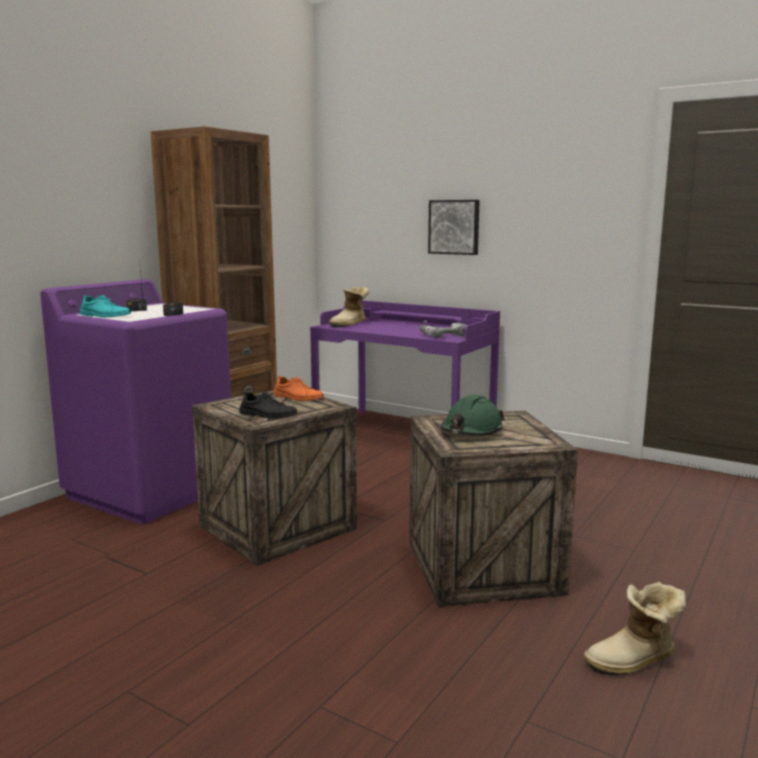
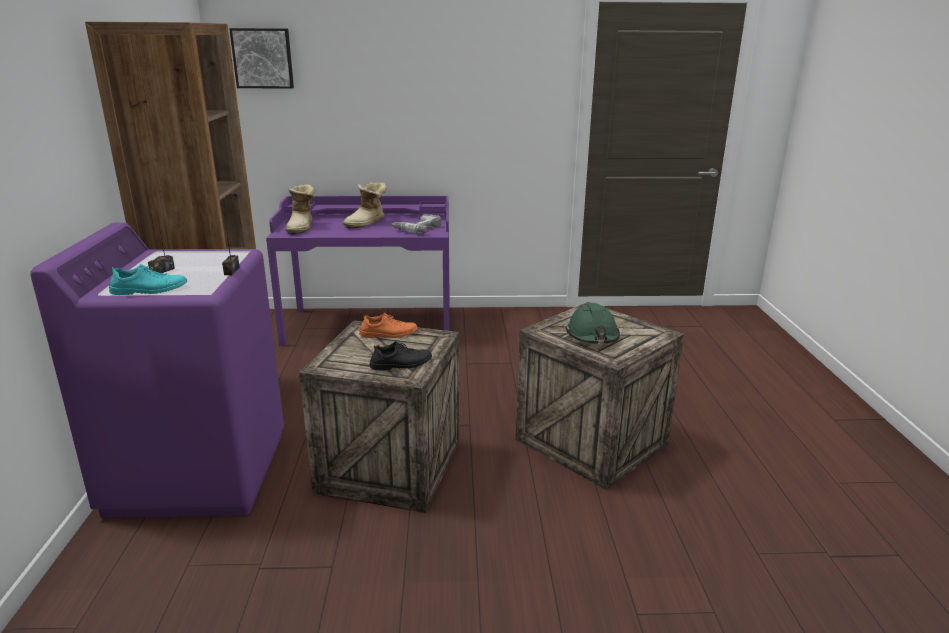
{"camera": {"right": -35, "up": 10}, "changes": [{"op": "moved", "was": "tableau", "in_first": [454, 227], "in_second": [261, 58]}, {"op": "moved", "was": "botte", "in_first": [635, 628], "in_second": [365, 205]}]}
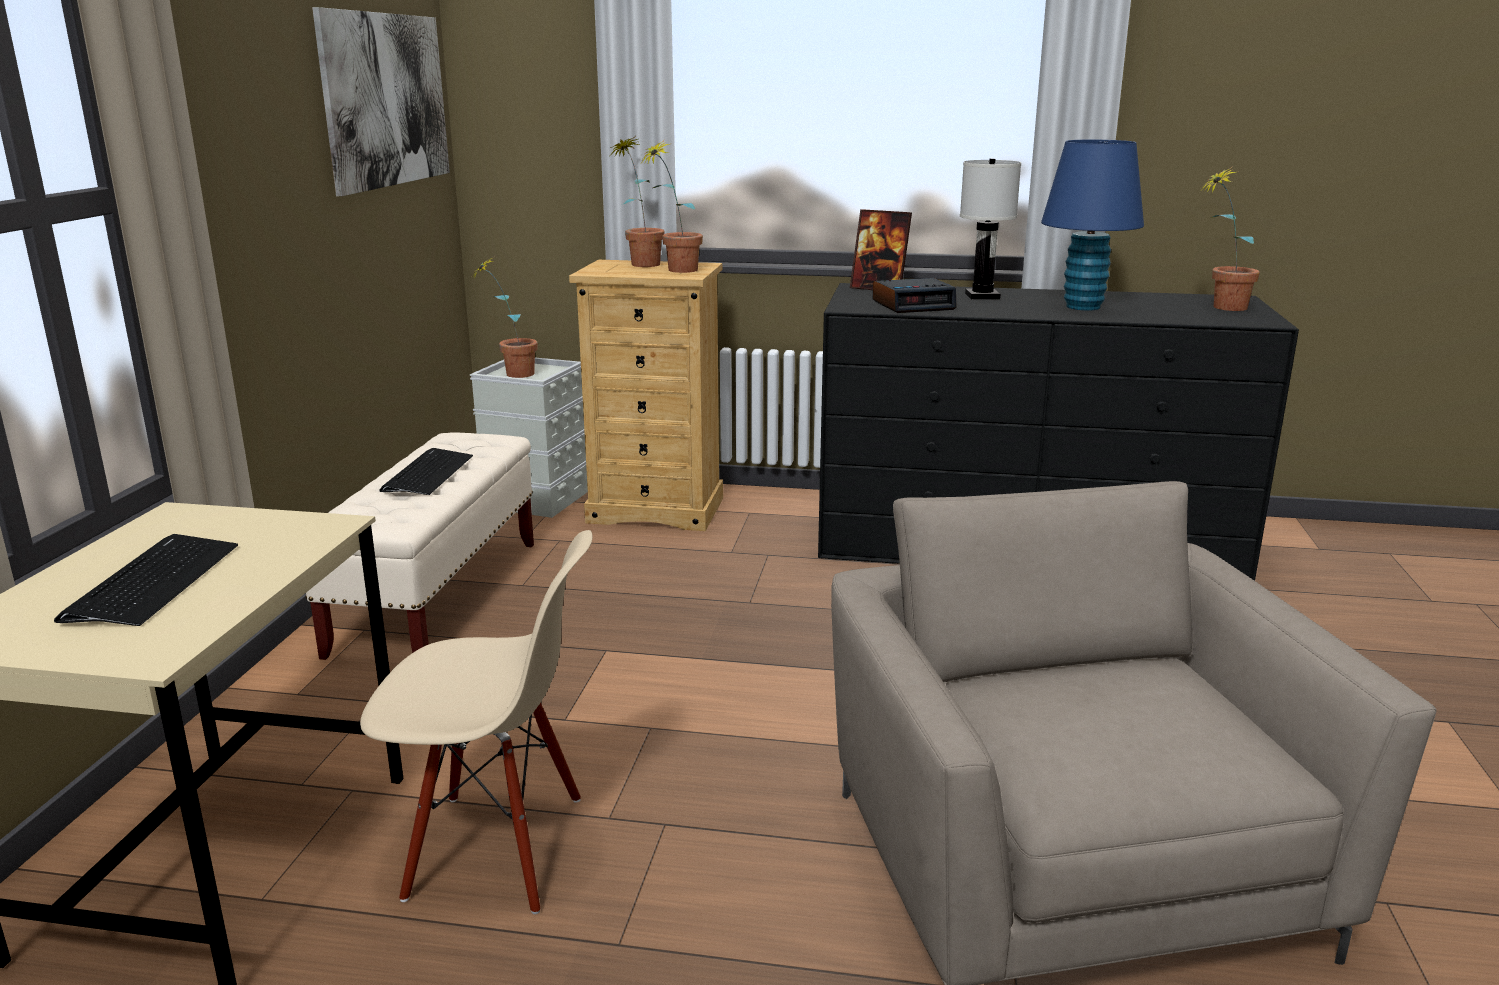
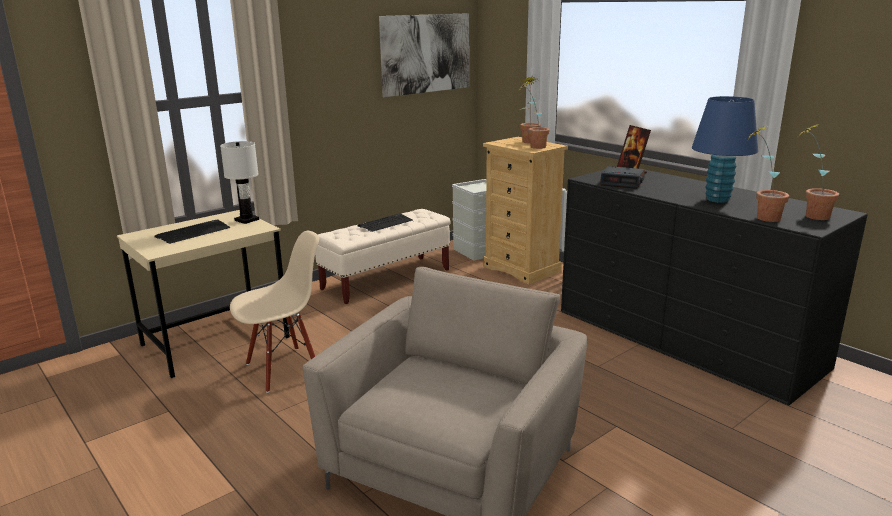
{"camera": {"right": 40, "up": 0}, "changes": [{"op": "moved", "was": "lampe de table/blanc", "in_first": [990, 228], "in_second": [239, 182]}, {"op": "turned", "was": "chaise/beige", "in_first": [476, 722], "in_second": [274, 312], "clockwise": -75}, {"op": "moved", "was": "plante en pot", "in_first": [504, 317], "in_second": [769, 174]}]}
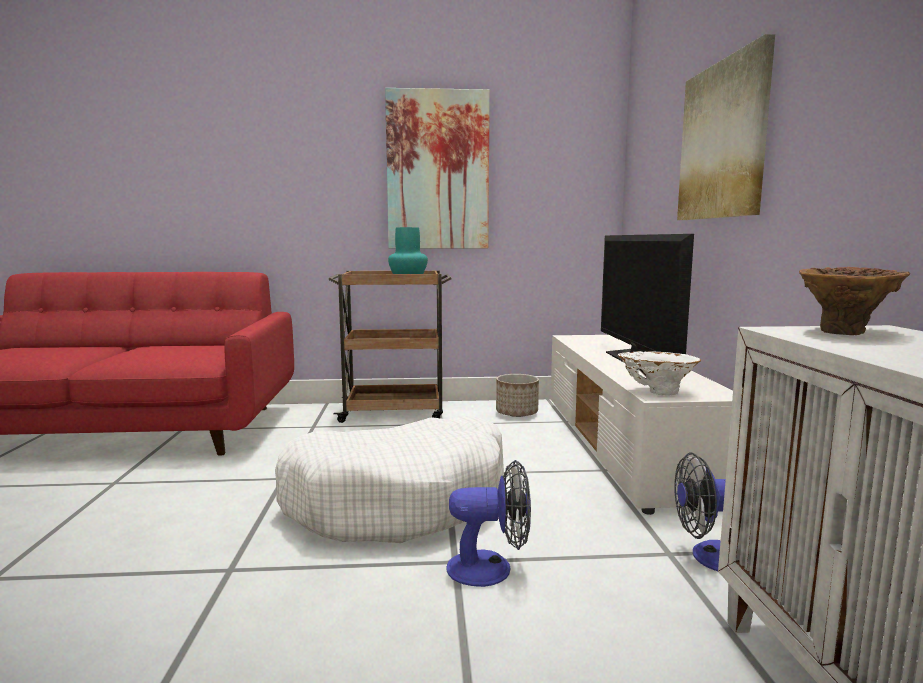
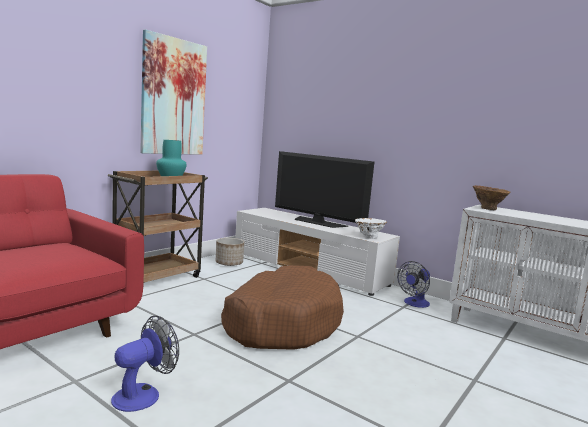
{"camera": {"right": -50, "up": 0}, "changes": [{"op": "moved", "was": "ventilateur", "in_first": [489, 523], "in_second": [145, 363]}, {"op": "recoloured", "was": "panier pour chien/blanc", "now": "panier pour chien/marron", "in_first": [389, 479], "in_second": [282, 307]}, {"op": "removed", "was": "tableau", "in_first": [726, 127]}]}
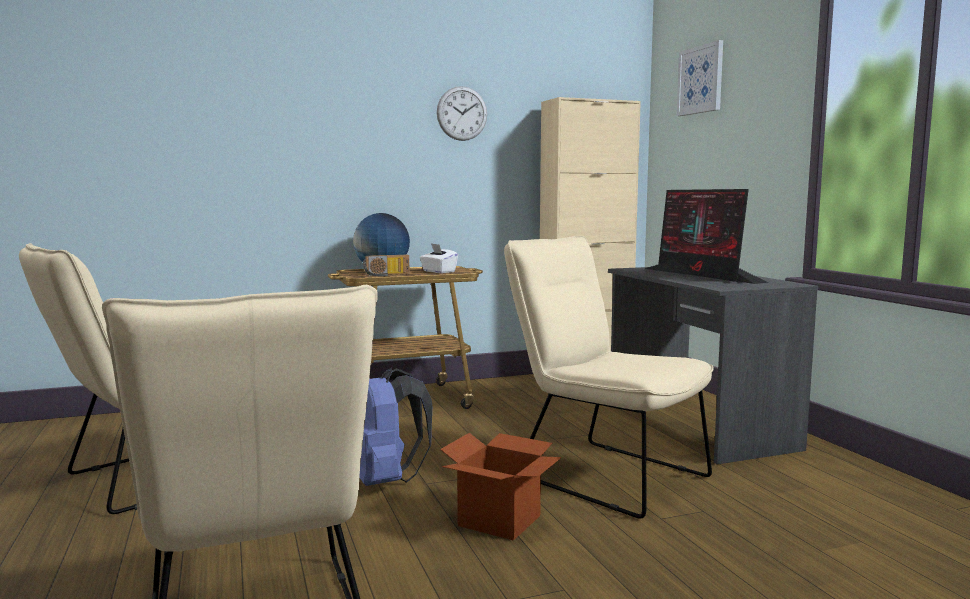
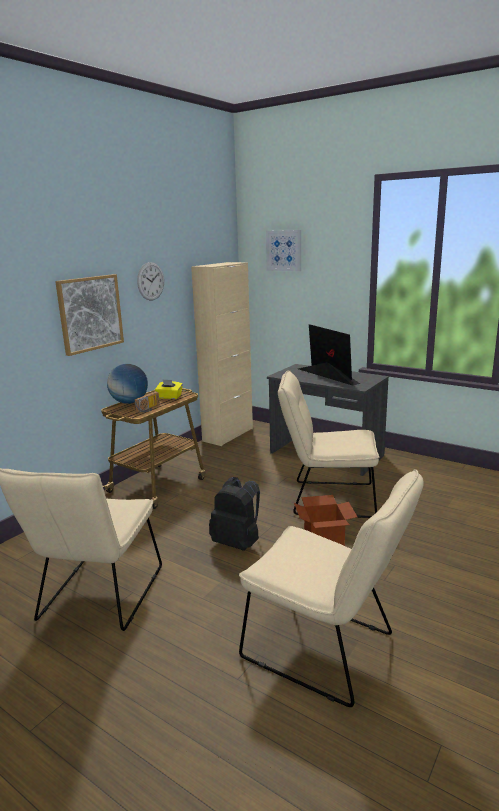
{"camera": {"right": -35, "up": 10}, "changes": [{"op": "added", "now": "tableau", "in_second": [89, 315]}, {"op": "recoloured", "was": "boîte à mouchoirs/blanc", "now": "boîte à mouchoirs/jaune", "in_first": [439, 258], "in_second": [169, 389]}, {"op": "recoloured", "was": "sac à dos/bleu", "now": "sac à dos/noir", "in_first": [395, 427], "in_second": [234, 514]}, {"op": "turned", "was": "écran d'ordinateur", "in_first": [706, 236], "in_second": [329, 355], "clockwise": -150}]}
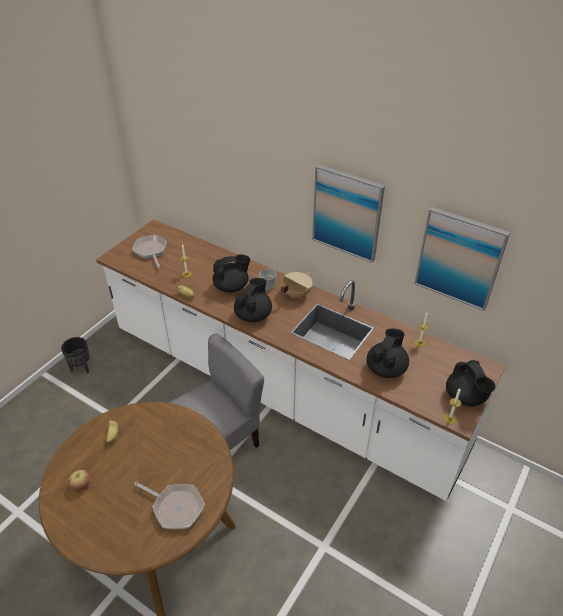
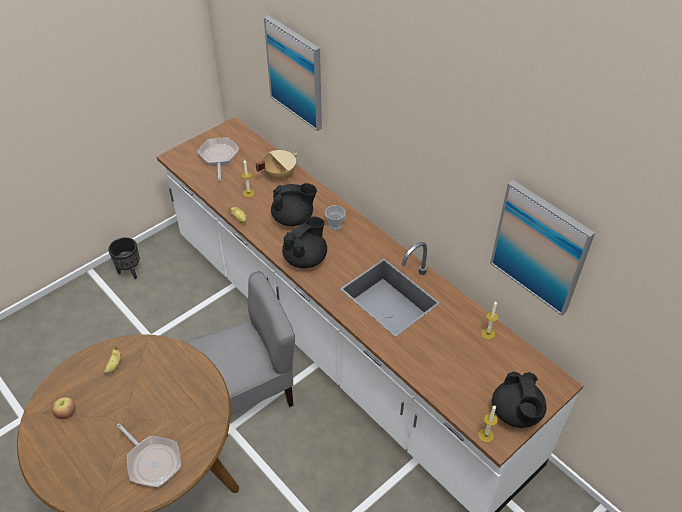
{"camera": {"right": 15, "up": 5}, "changes": [{"op": "moved", "was": "marmite/beige", "in_first": [297, 285], "in_second": [276, 164]}, {"op": "moved", "was": "tableau", "in_first": [348, 213], "in_second": [293, 73]}, {"op": "removed", "was": "théière/noir", "in_first": [387, 353]}]}
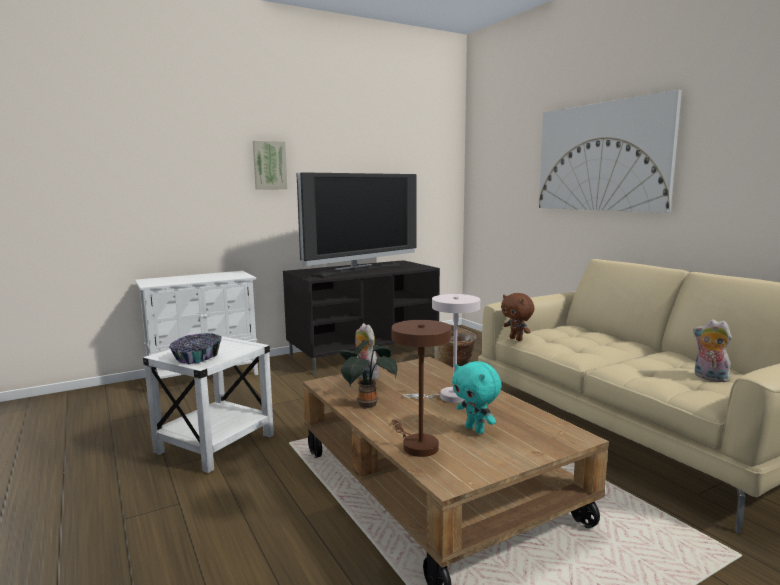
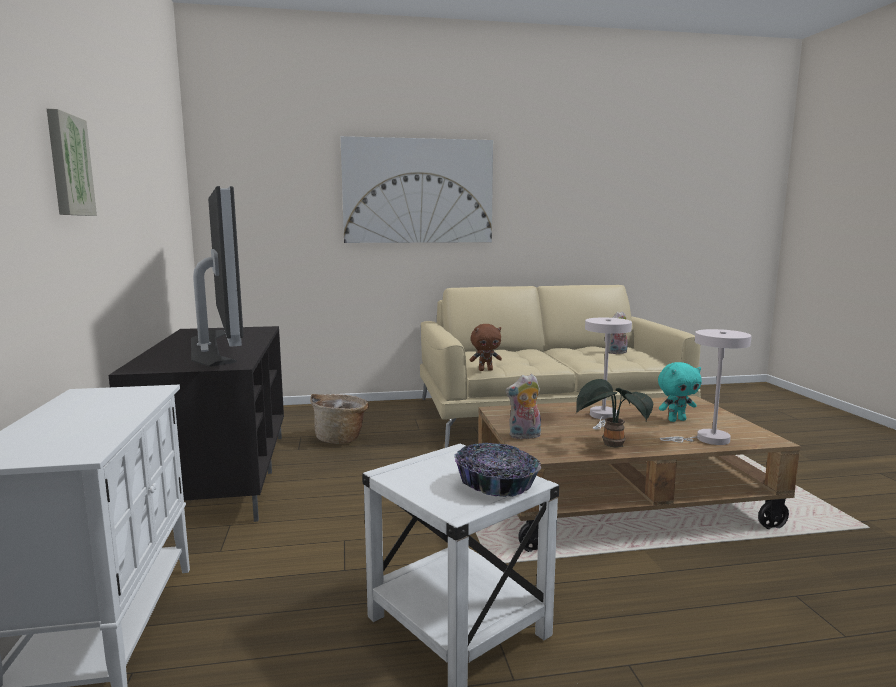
{"camera": {"right": -70, "up": 0}, "changes": [{"op": "recoloured", "was": "lampe de table/marron", "now": "lampe de table/blanc", "in_first": [421, 388], "in_second": [705, 387]}]}
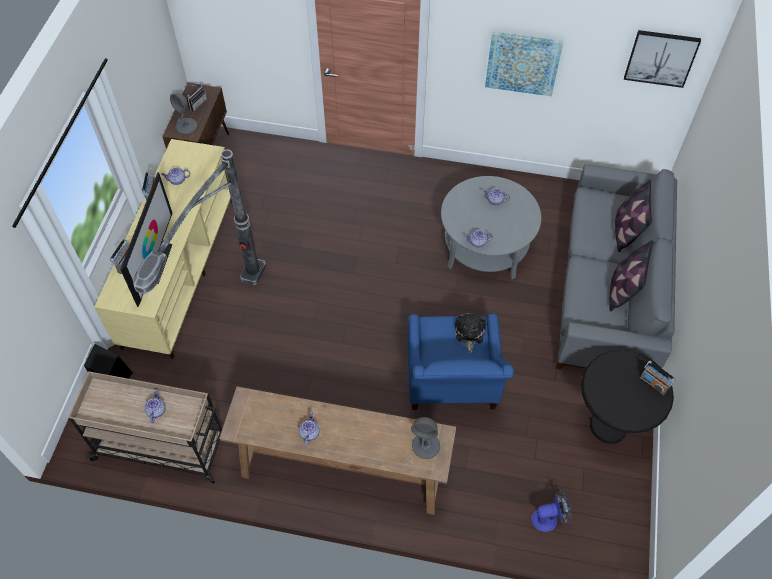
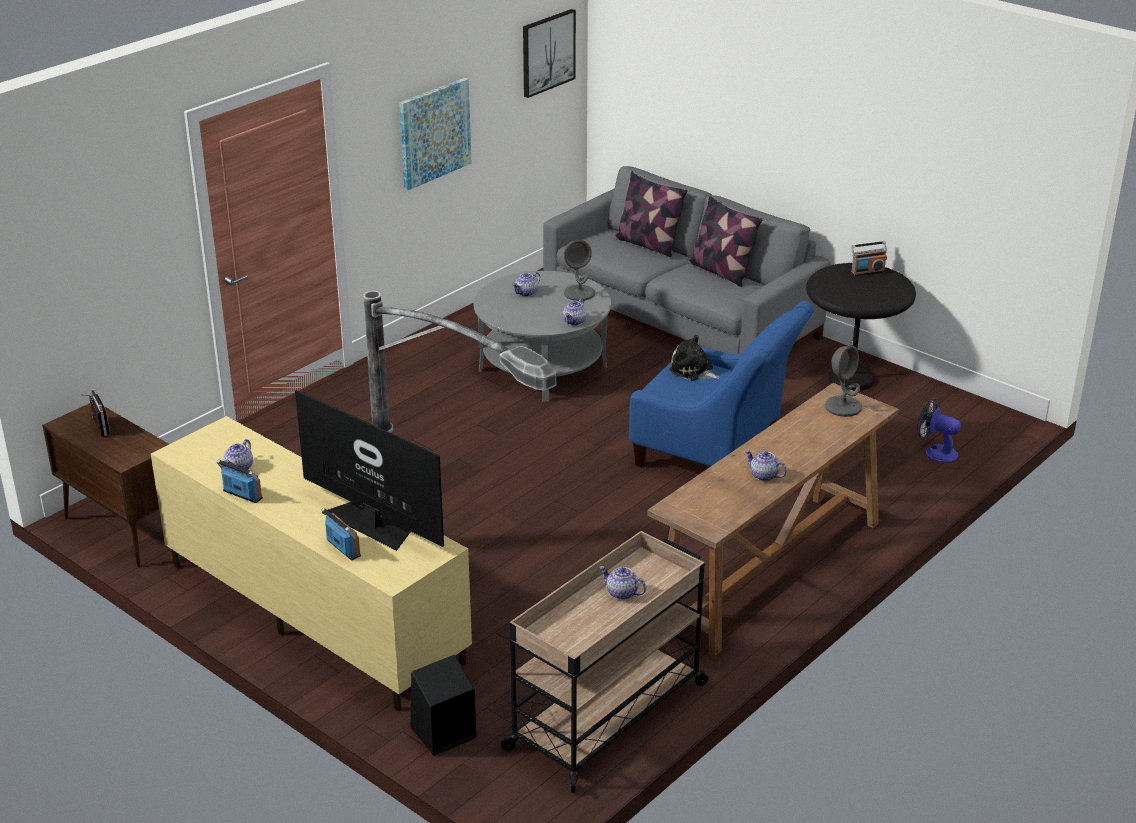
{"camera": {"right": -60, "up": -25}, "changes": [{"op": "moved", "was": "lampe de table/gris", "in_first": [183, 114], "in_second": [579, 270]}, {"op": "turned", "was": "ventilateur", "in_first": [552, 511], "in_second": [939, 430], "clockwise": -75}]}
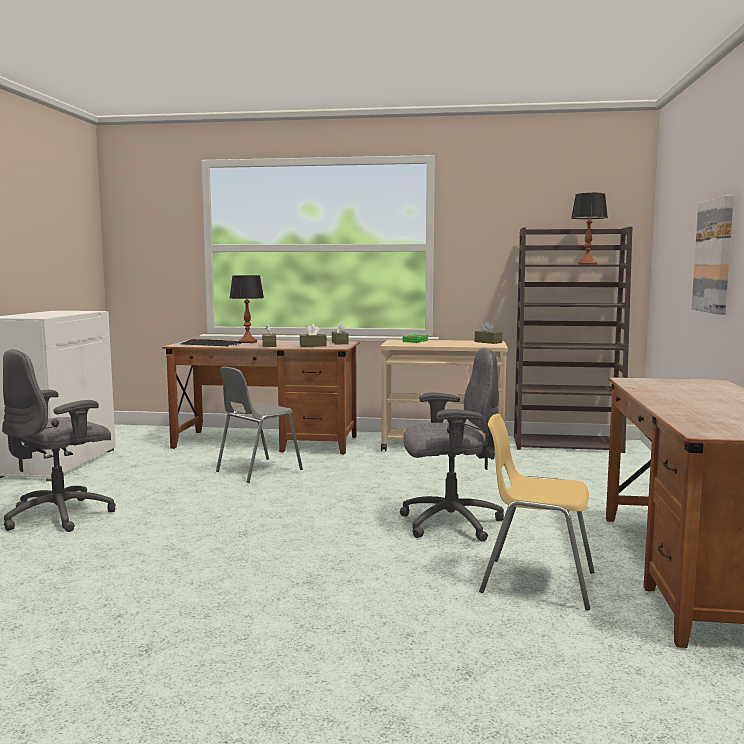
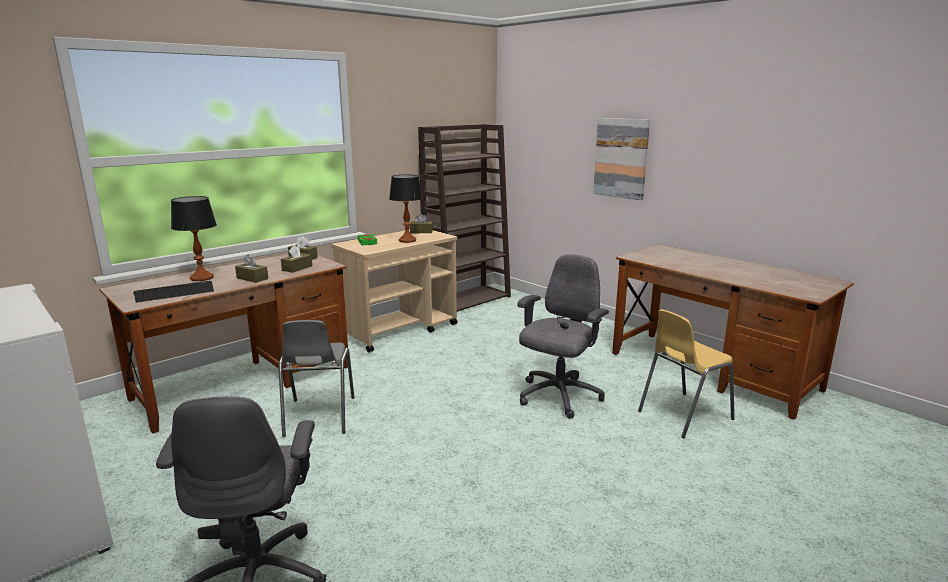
{"camera": {"right": -50, "up": 10}, "changes": [{"op": "moved", "was": "lampe de table", "in_first": [589, 228], "in_second": [406, 209]}]}
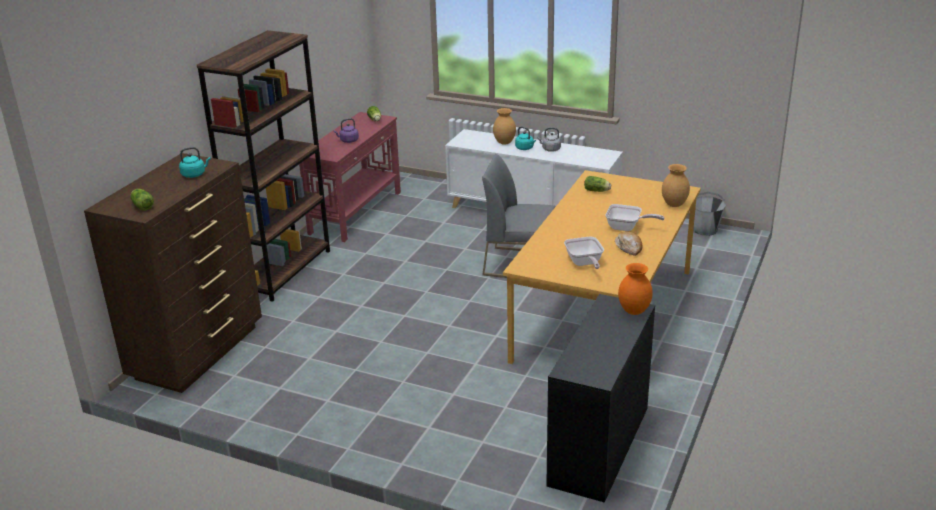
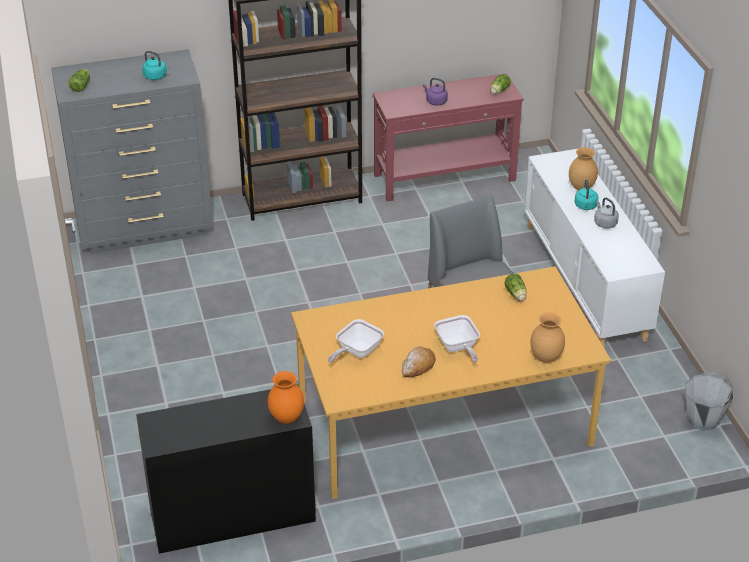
{"camera": {"right": 50, "up": 10}, "changes": [{"op": "recoloured", "was": "commode/marron", "now": "commode/gris", "in_first": [173, 273], "in_second": [132, 151]}]}
